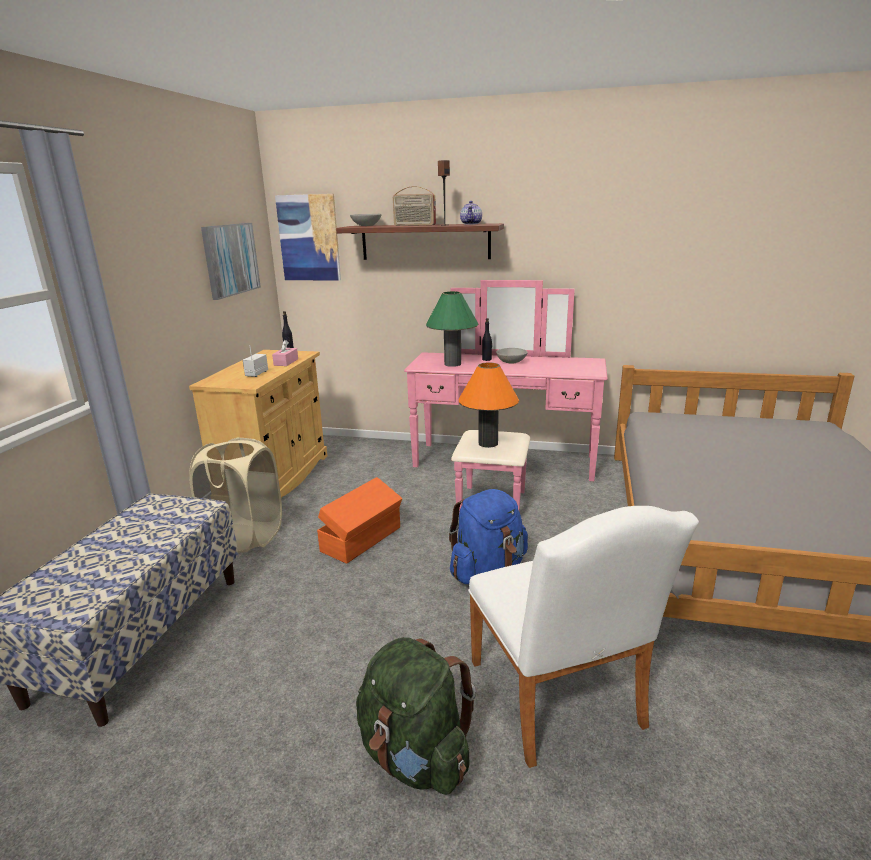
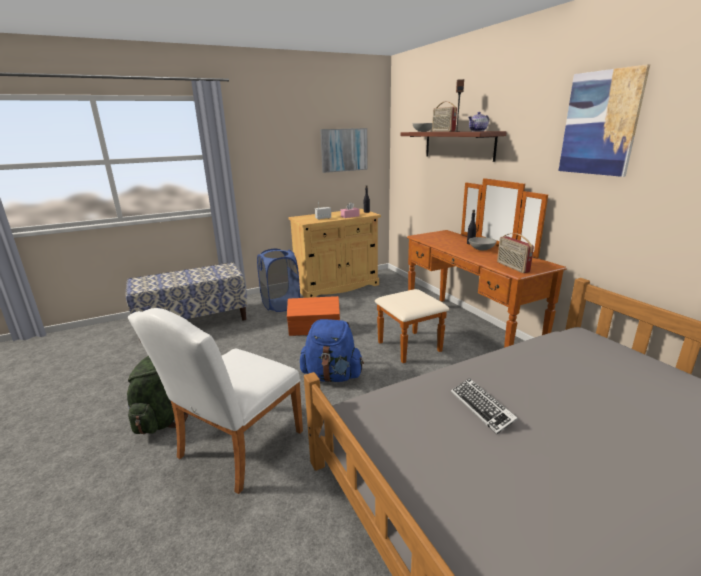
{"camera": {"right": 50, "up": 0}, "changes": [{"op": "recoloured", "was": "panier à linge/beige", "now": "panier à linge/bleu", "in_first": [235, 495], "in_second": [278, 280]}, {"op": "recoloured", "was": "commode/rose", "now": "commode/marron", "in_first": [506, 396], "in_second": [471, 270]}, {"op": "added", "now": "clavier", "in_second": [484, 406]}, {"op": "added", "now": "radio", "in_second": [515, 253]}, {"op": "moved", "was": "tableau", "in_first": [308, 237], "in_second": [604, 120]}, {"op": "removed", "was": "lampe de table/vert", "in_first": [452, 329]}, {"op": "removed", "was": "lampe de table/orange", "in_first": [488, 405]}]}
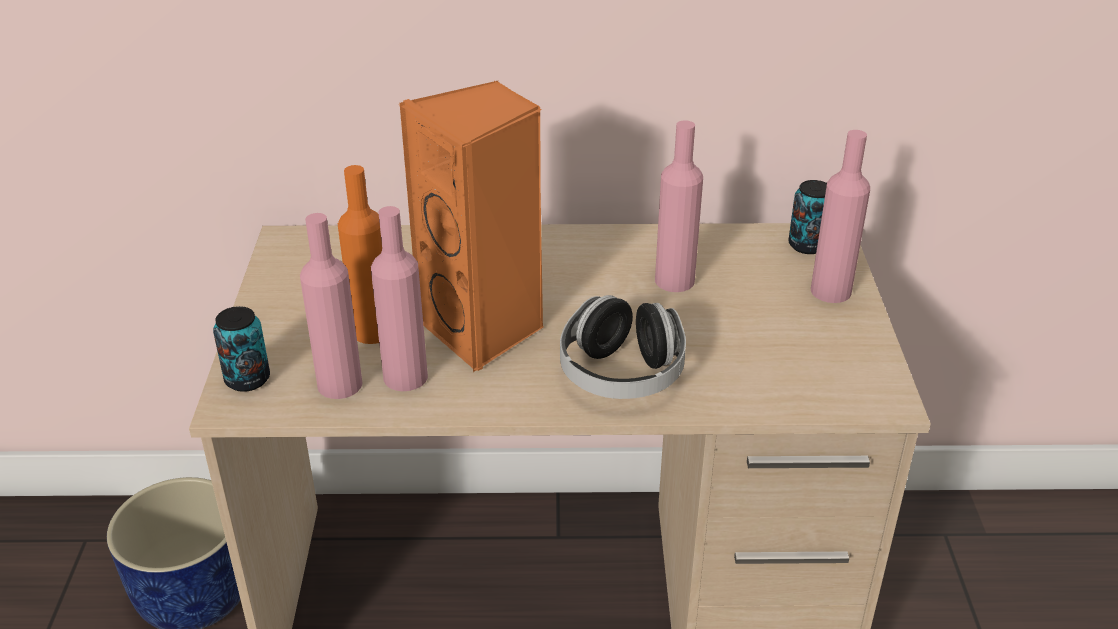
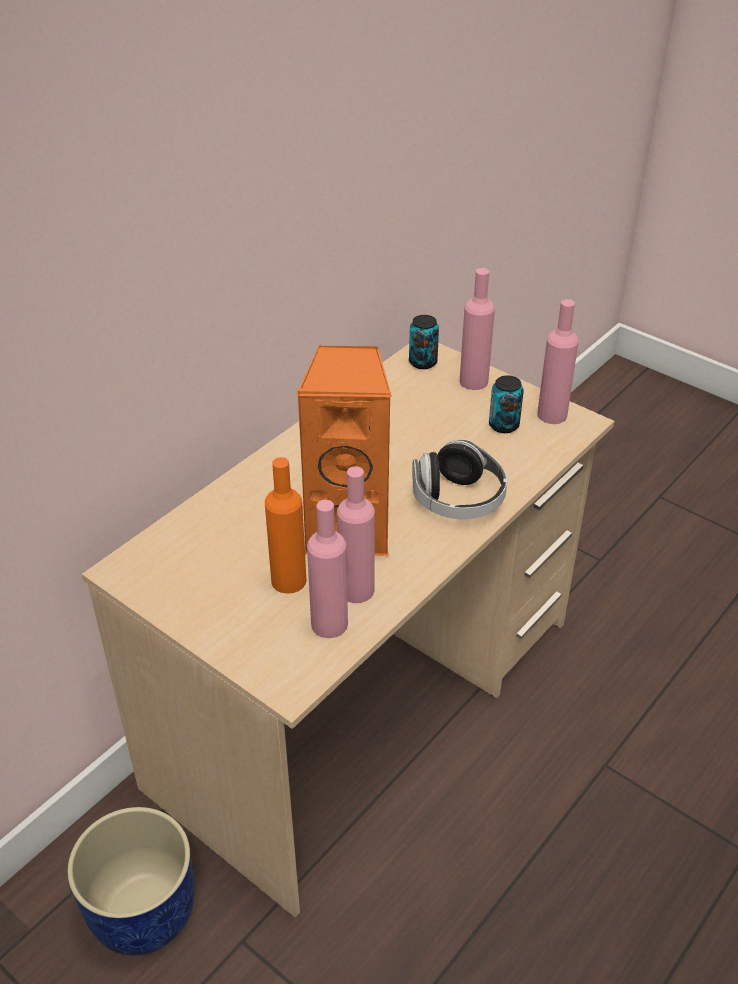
{"camera": {"right": -50, "up": 5}, "changes": [{"op": "moved", "was": "boîte métallique", "in_first": [241, 349], "in_second": [506, 404]}, {"op": "moved", "was": "bouteille/rose", "in_first": [679, 206], "in_second": [558, 361]}]}
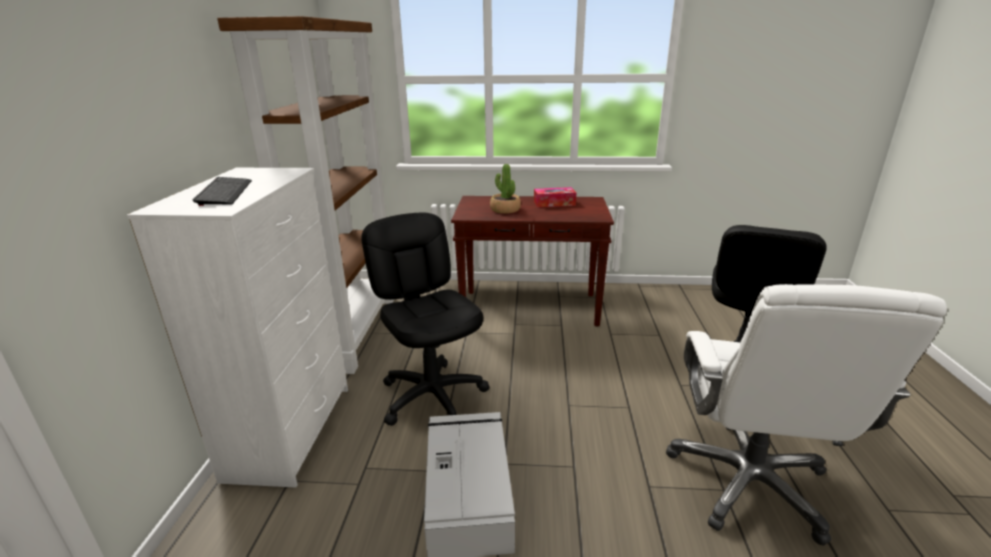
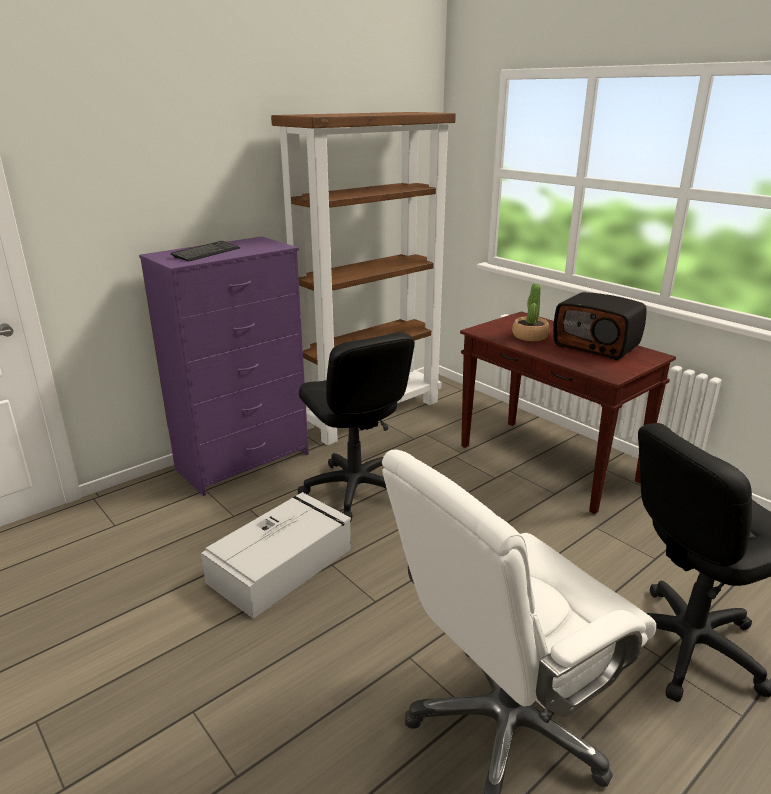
{"camera": {"right": 45, "up": 0}, "changes": [{"op": "recoloured", "was": "commode/blanc", "now": "commode/violet", "in_first": [237, 328], "in_second": [224, 366]}, {"op": "turned", "was": "chaise de bureau/noir", "in_first": [425, 319], "in_second": [356, 427], "clockwise": 135}, {"op": "replaced", "was": "boîte à mouchoirs", "now": "radio", "in_first": [555, 197], "in_second": [600, 326]}]}
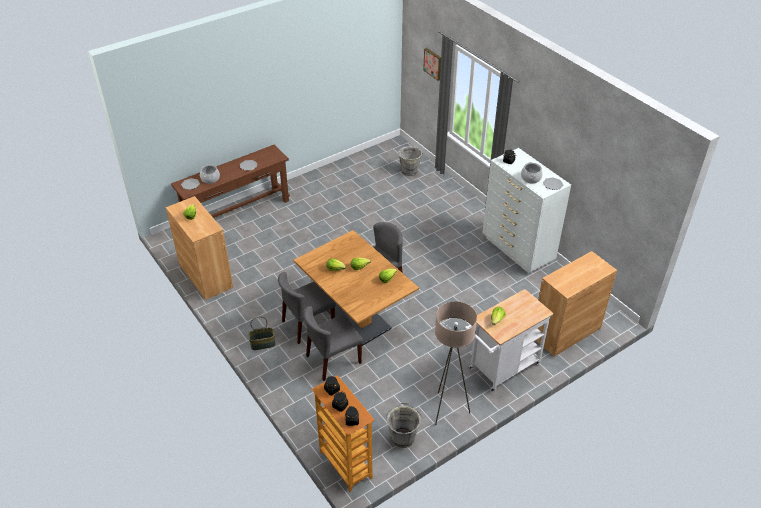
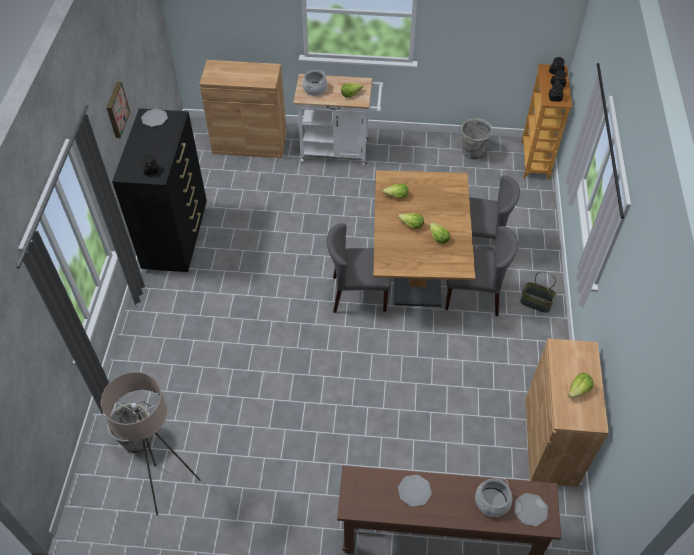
{"camera": {"right": -140, "up": 10}, "changes": [{"op": "moved", "was": "lampadaire/beige", "in_first": [456, 363], "in_second": [151, 444]}, {"op": "moved", "was": "tableau", "in_first": [432, 64], "in_second": [118, 110]}, {"op": "recoloured", "was": "commode/blanc", "now": "commode/noir", "in_first": [527, 210], "in_second": [159, 190]}, {"op": "moved", "was": "marmite", "in_first": [532, 173], "in_second": [315, 83]}]}
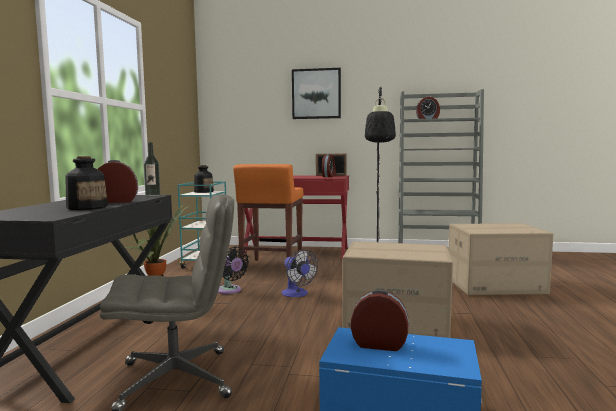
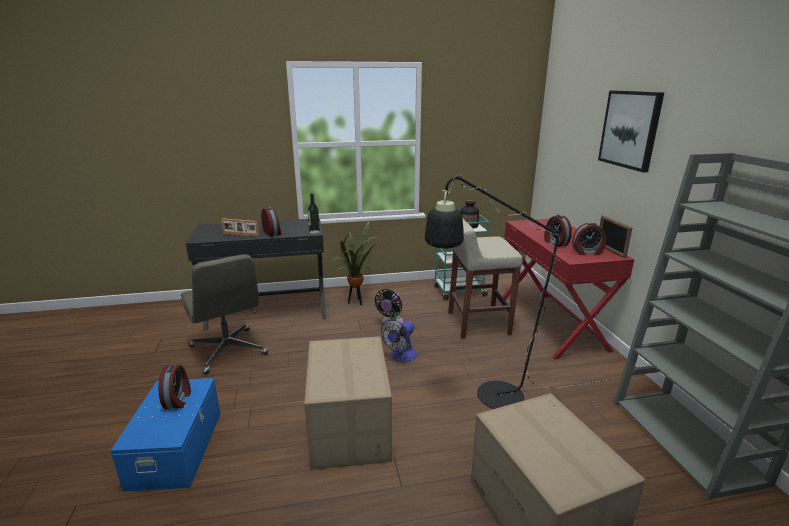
{"camera": {"right": 70, "up": 15}, "changes": [{"op": "replaced", "was": "bouteille", "now": "cadre photo", "in_first": [87, 183], "in_second": [240, 227]}, {"op": "recoloured", "was": "tabouret/orange", "now": "tabouret/beige", "in_first": [268, 217], "in_second": [485, 277]}, {"op": "moved", "was": "réveil", "in_first": [428, 107], "in_second": [558, 231]}]}
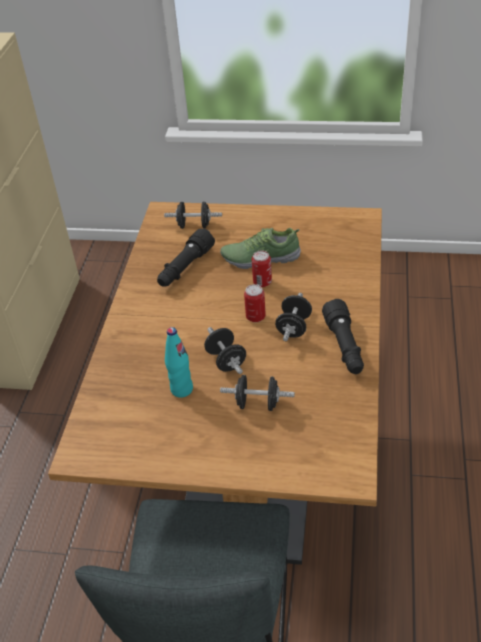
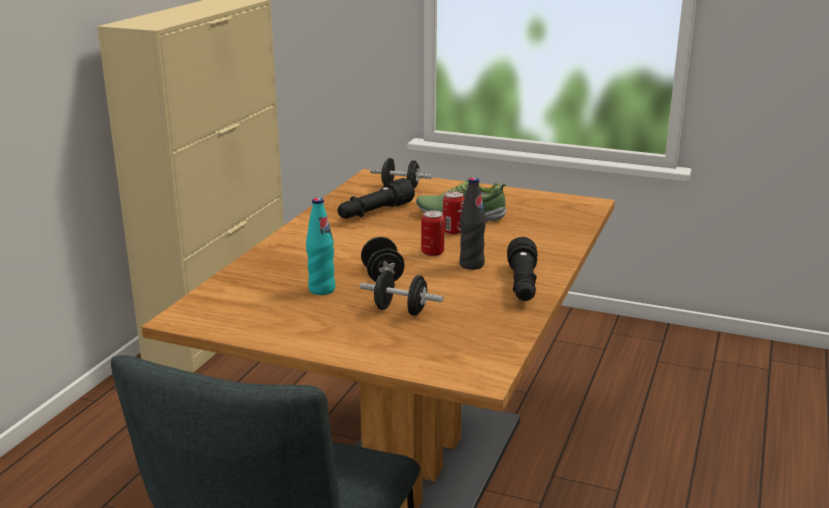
{"camera": {"right": 10, "up": -20}, "changes": [{"op": "replaced", "was": "haltère/noir", "now": "bouteille/noir", "in_first": [293, 317], "in_second": [472, 223]}]}
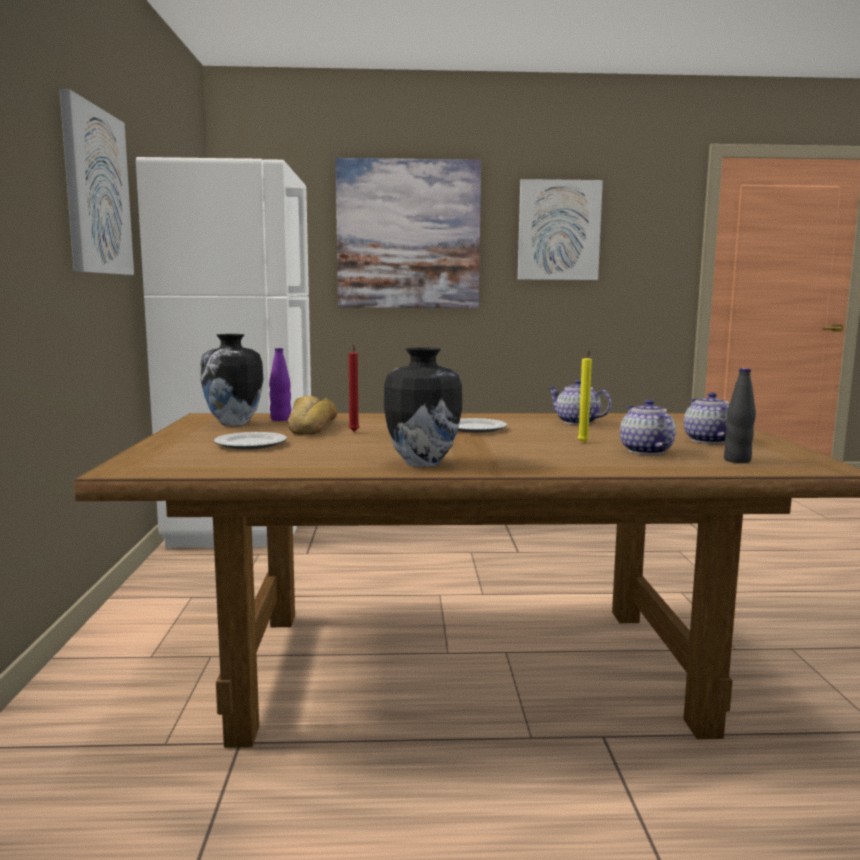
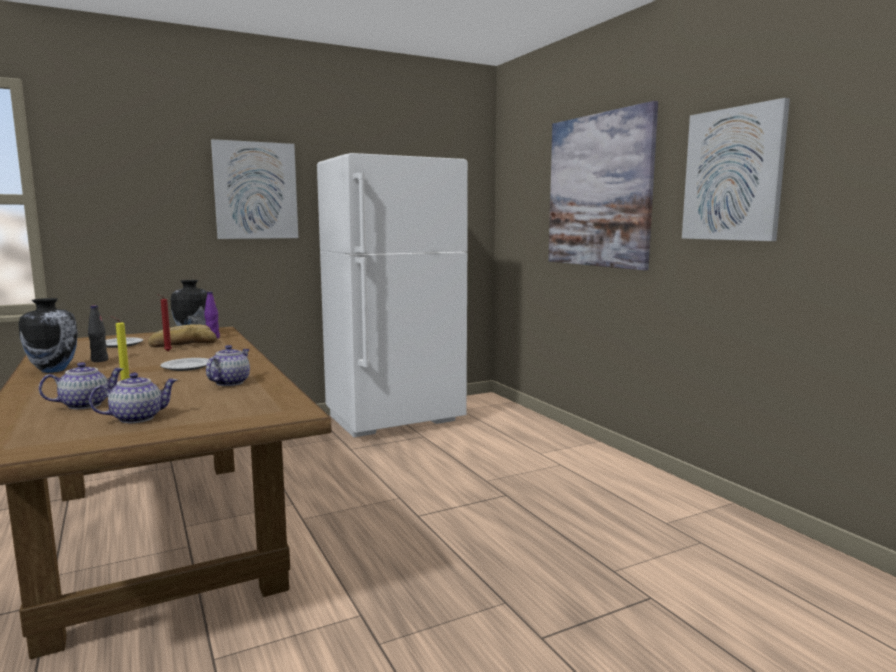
{"camera": {"right": 65, "up": 0}, "changes": [{"op": "moved", "was": "bouteille/noir", "in_first": [740, 415], "in_second": [98, 333]}]}
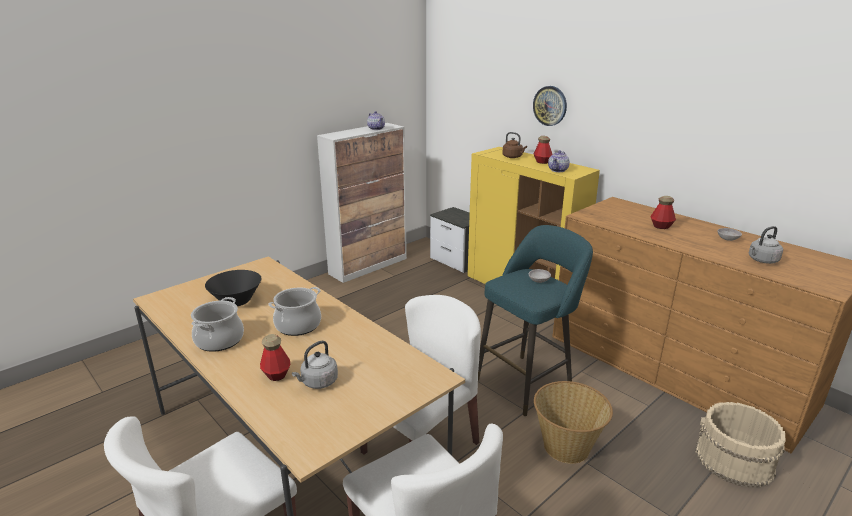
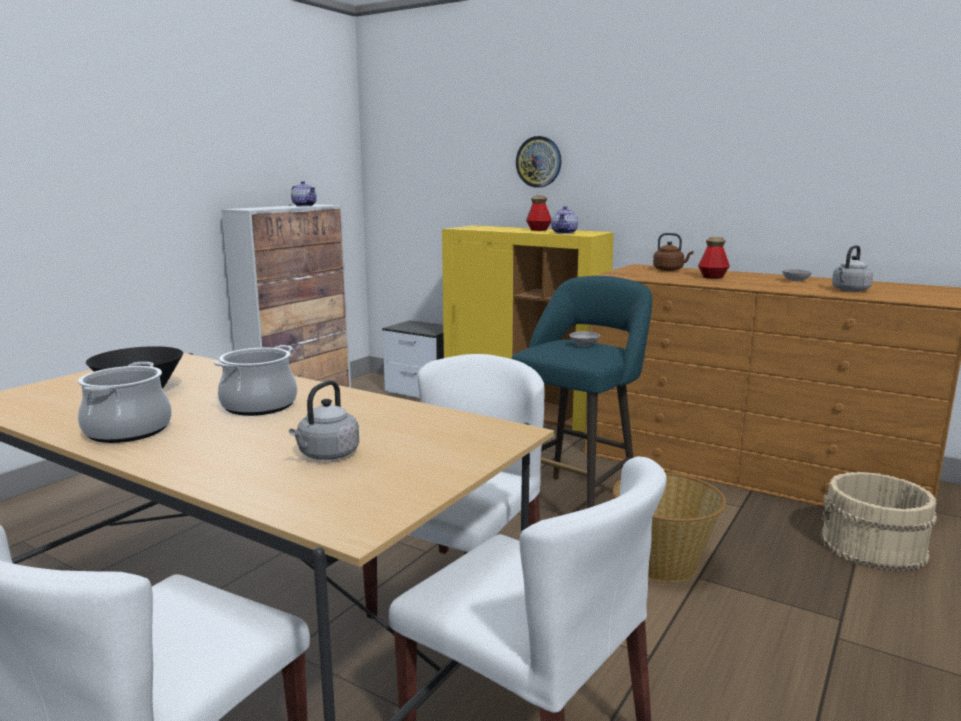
{"camera": {"right": -15, "up": -10}, "changes": [{"op": "moved", "was": "bouilloire/marron", "in_first": [514, 145], "in_second": [673, 252]}, {"op": "removed", "was": "bouteille", "in_first": [275, 357]}]}
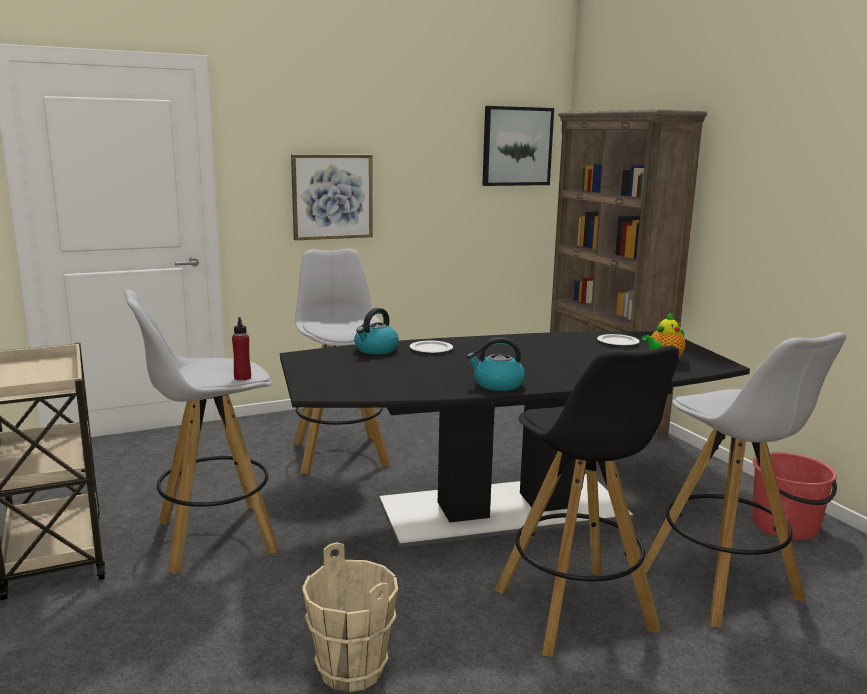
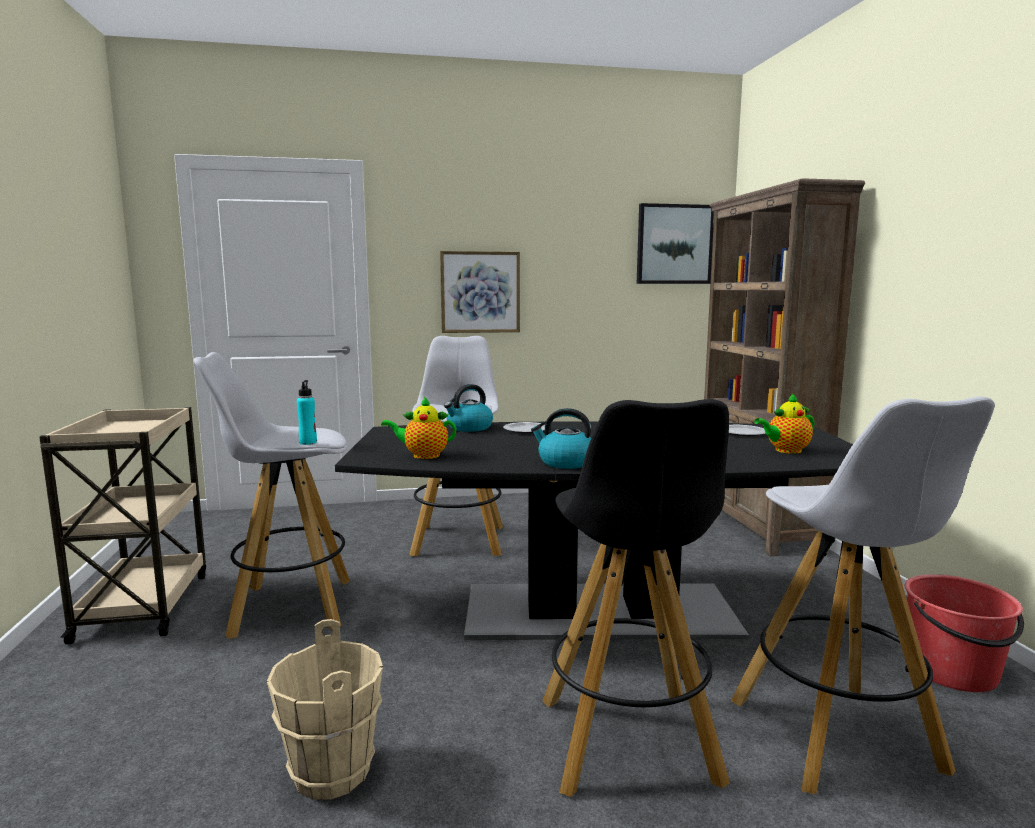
{"camera": {"right": 15, "up": -5}, "changes": [{"op": "recoloured", "was": "bouteille/rouge", "now": "bouteille/turquoise", "in_first": [241, 349], "in_second": [307, 412]}, {"op": "added", "now": "théière", "in_second": [418, 428]}]}
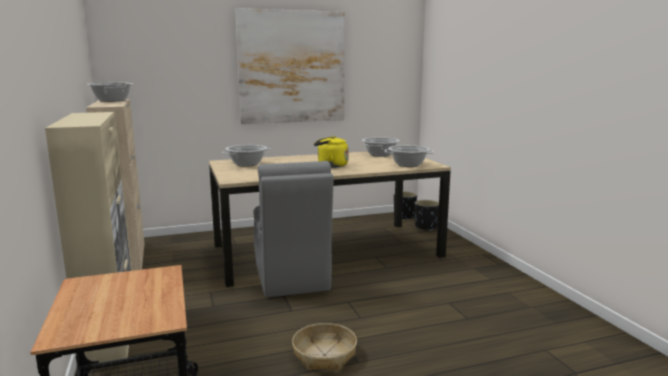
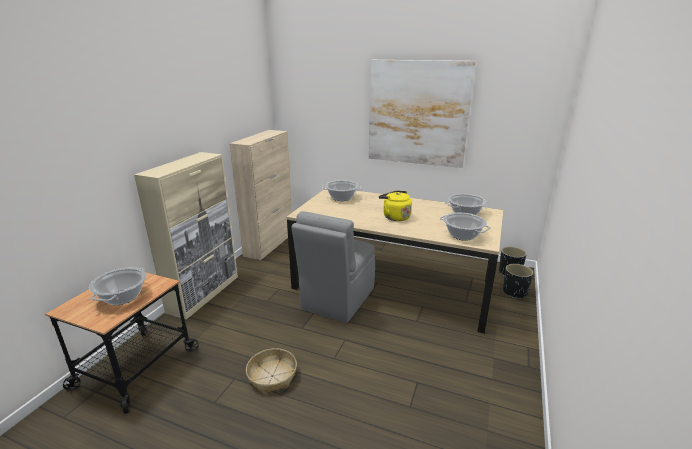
{"camera": {"right": 40, "up": 10}, "changes": [{"op": "moved", "was": "marmite", "in_first": [110, 92], "in_second": [118, 286]}]}
